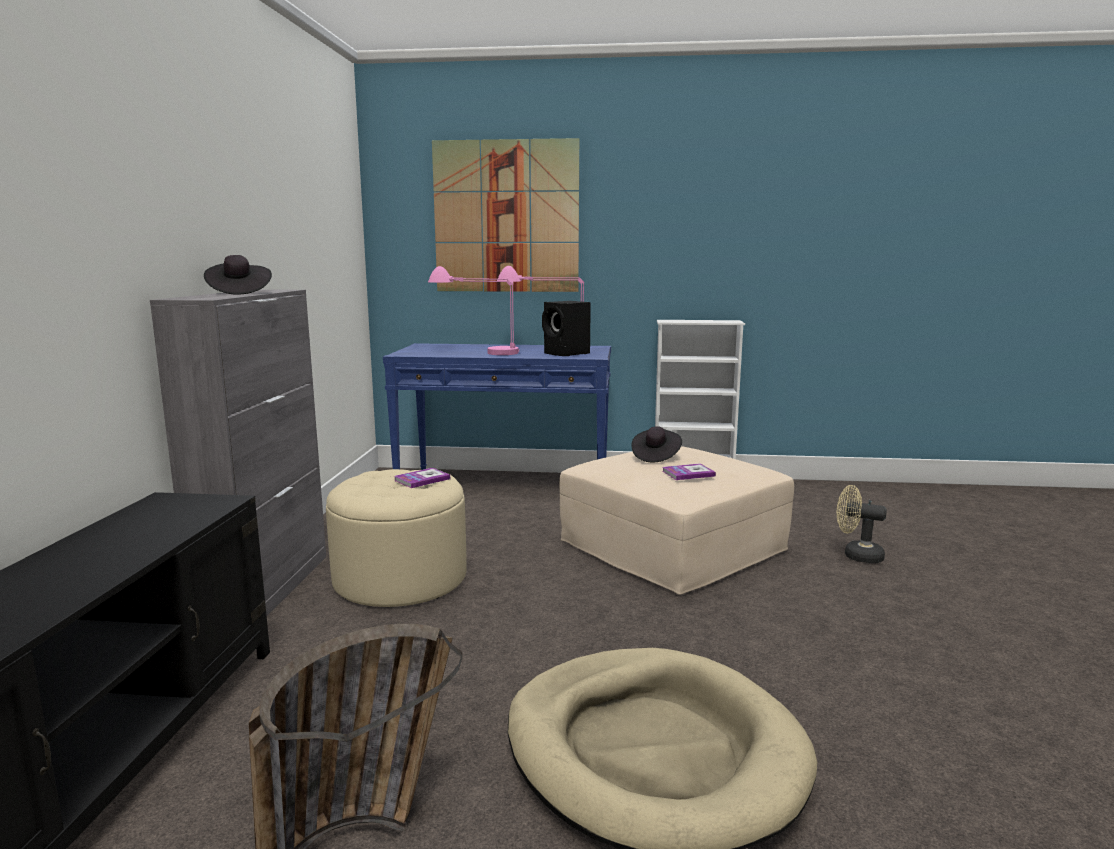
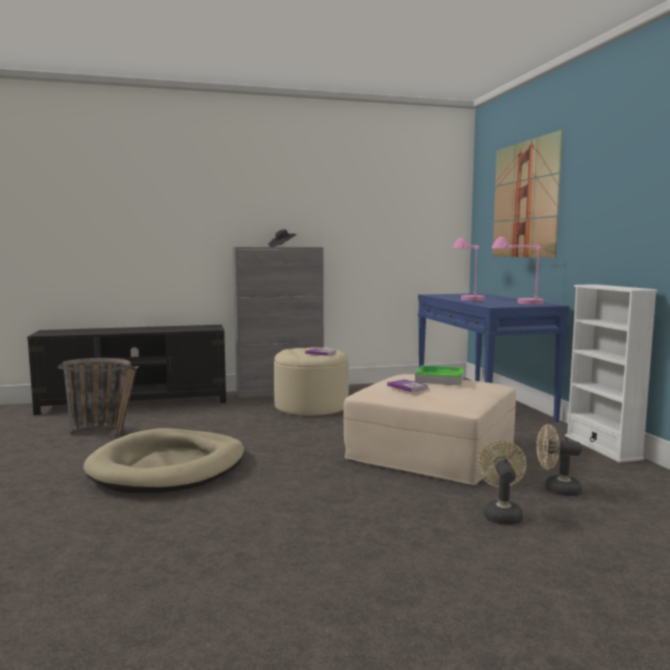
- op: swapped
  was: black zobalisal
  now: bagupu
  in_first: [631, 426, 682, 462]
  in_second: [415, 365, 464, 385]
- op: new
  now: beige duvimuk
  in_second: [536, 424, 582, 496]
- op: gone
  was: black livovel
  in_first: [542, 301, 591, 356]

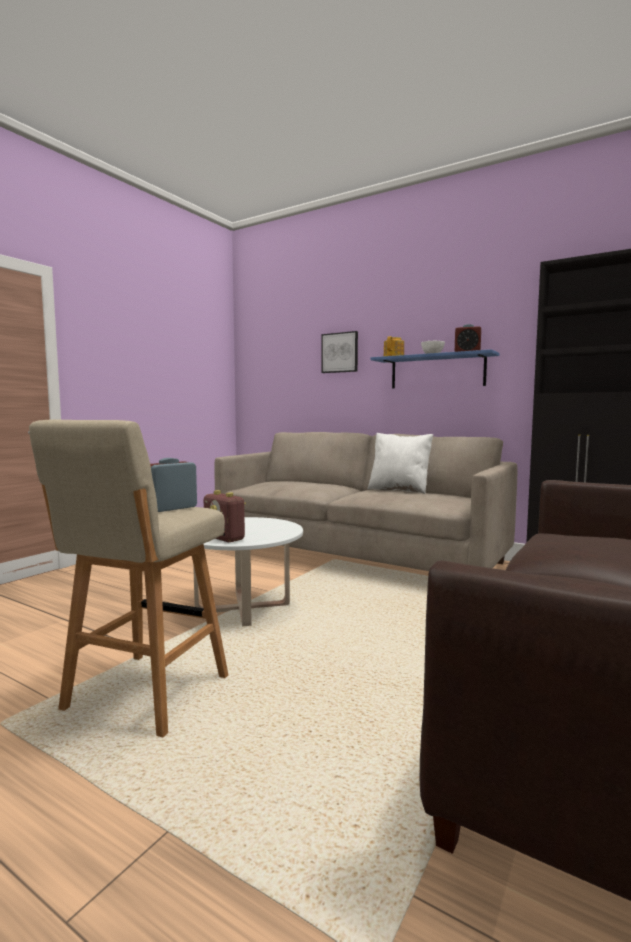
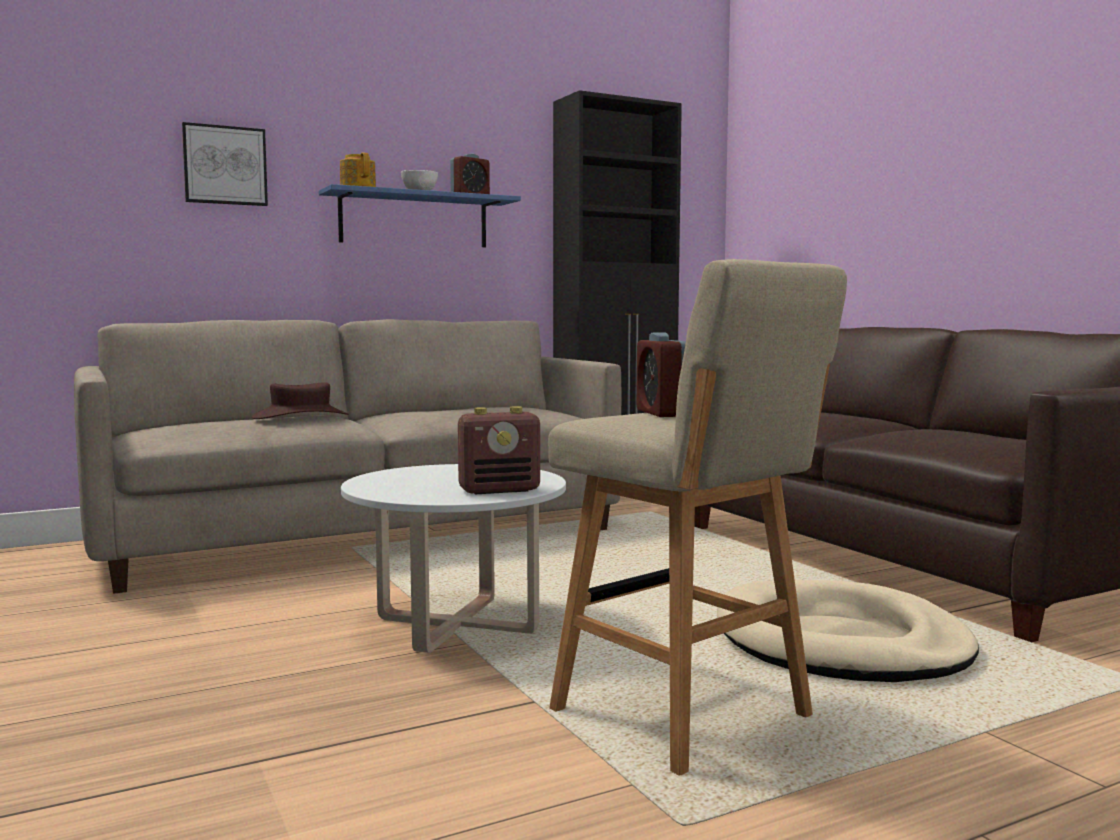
- op: new
  now: brown zobalisal
  in_second: [252, 382, 348, 419]
- op: new
  now: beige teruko
  in_second: [717, 580, 979, 682]
- op: gone
  was: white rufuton
  in_first: [368, 433, 433, 494]

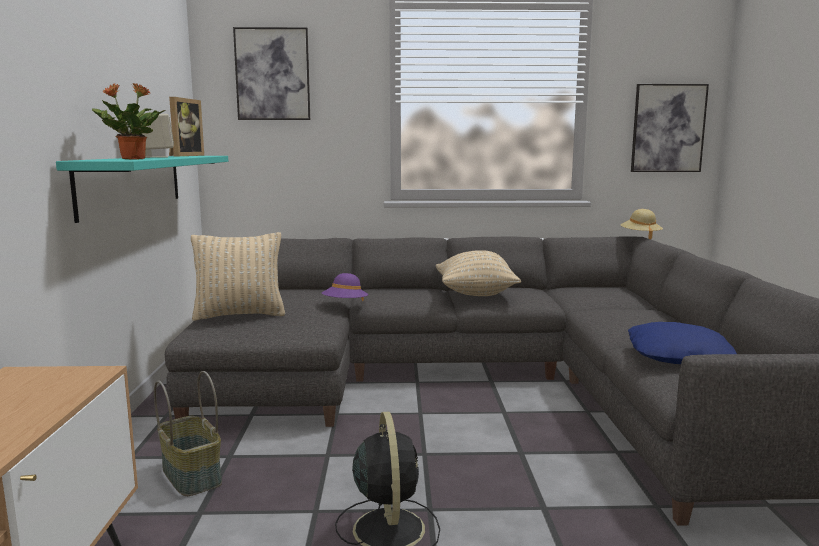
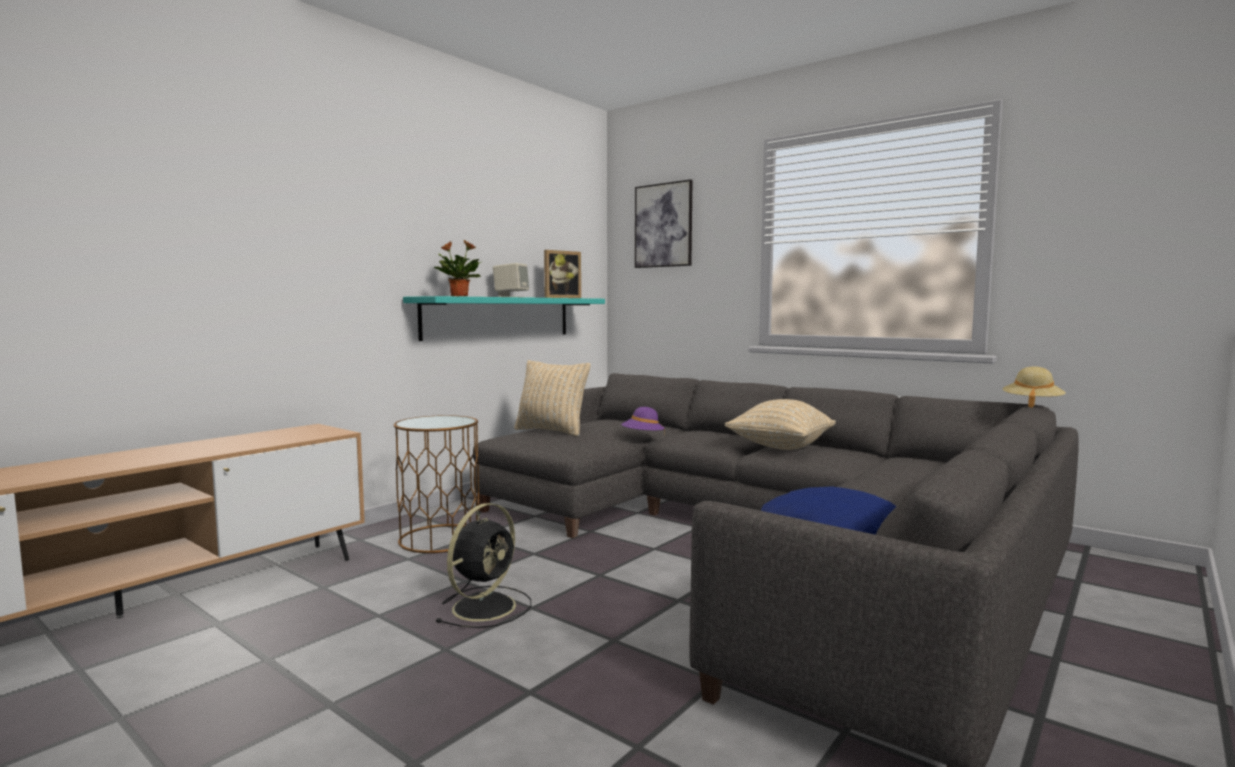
- op: swapped
  was: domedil
  now: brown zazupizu
  in_first: [154, 371, 222, 496]
  in_second: [394, 415, 480, 553]
- op: gone
  was: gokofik
  in_first: [631, 84, 709, 172]

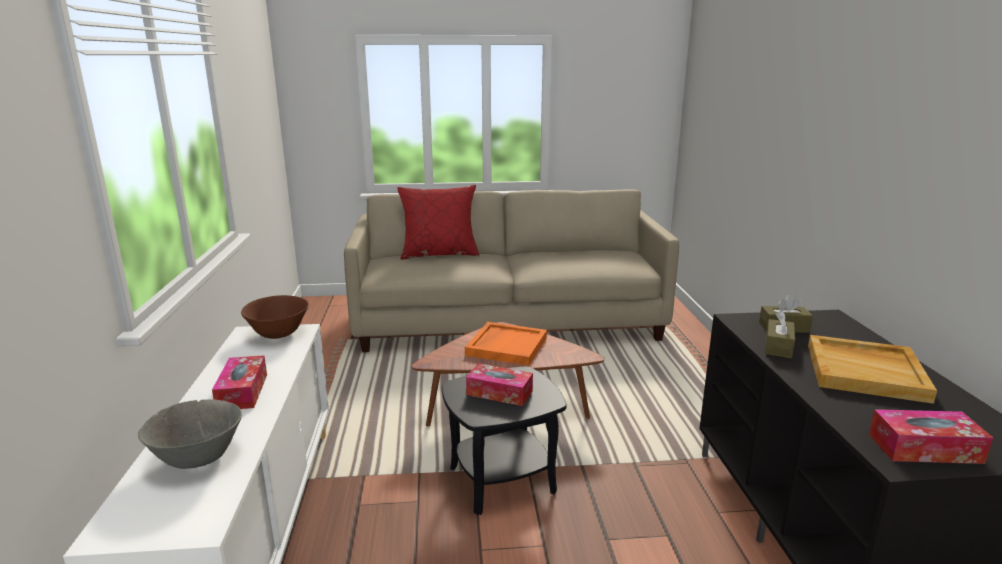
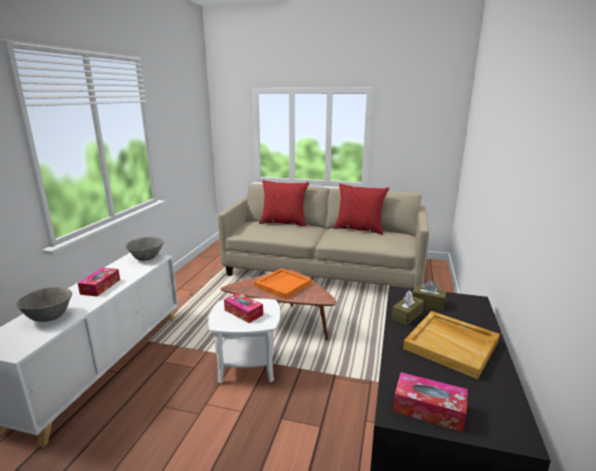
- op: repainted
  was: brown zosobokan
  now: grey zosobokan
  in_first: [241, 295, 309, 339]
  in_second: [126, 237, 164, 261]
- op: repainted
  was: black zazupizu
  now: white zazupizu
  in_first: [442, 367, 566, 515]
  in_second: [208, 298, 281, 384]
- op: new
  now: red rufuton
  in_second: [333, 183, 389, 235]

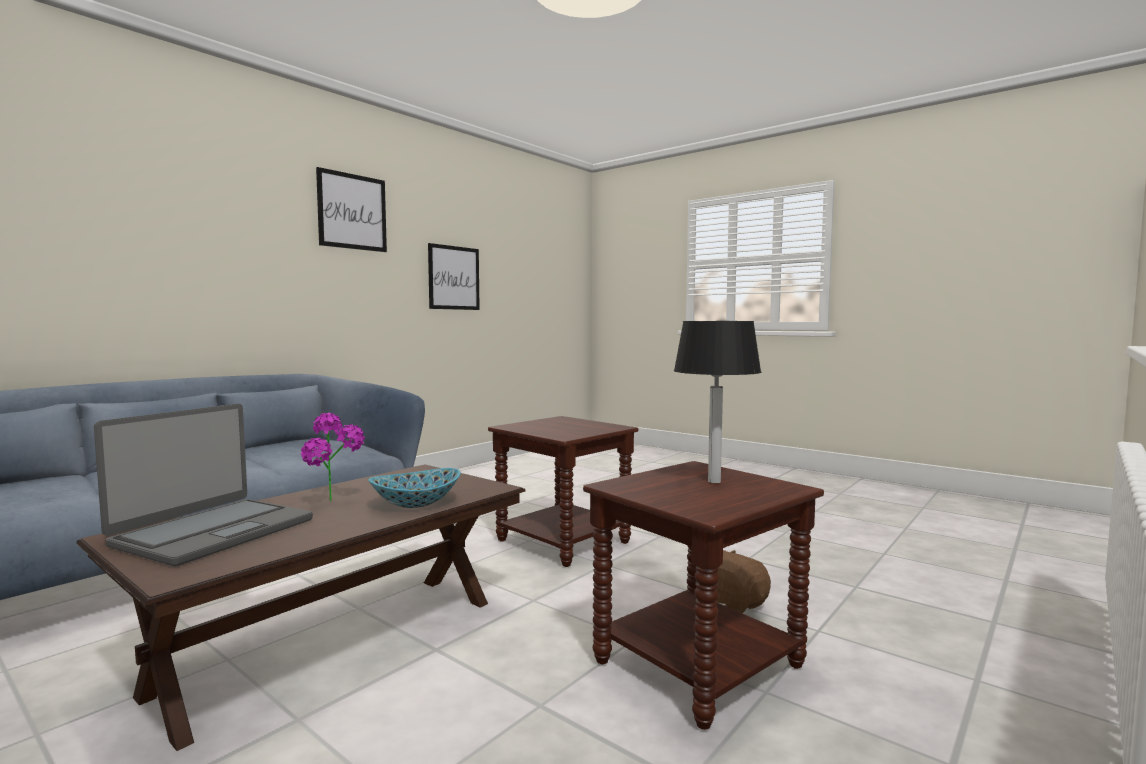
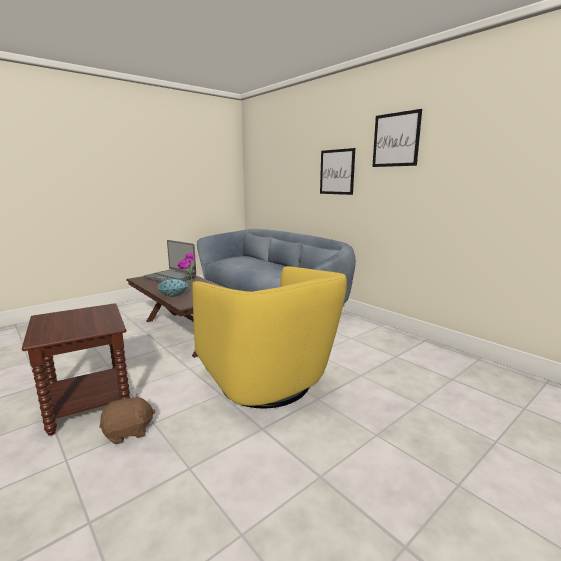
- op: swapped
  was: brown zazupizu
  now: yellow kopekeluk
  in_first: [488, 416, 638, 567]
  in_second: [192, 266, 347, 408]
- op: shifted
  was: gokofik
  in_first: [428, 243, 480, 310]
  in_second: [320, 148, 355, 195]
- op: gone
  was: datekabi
  in_first: [674, 321, 761, 483]

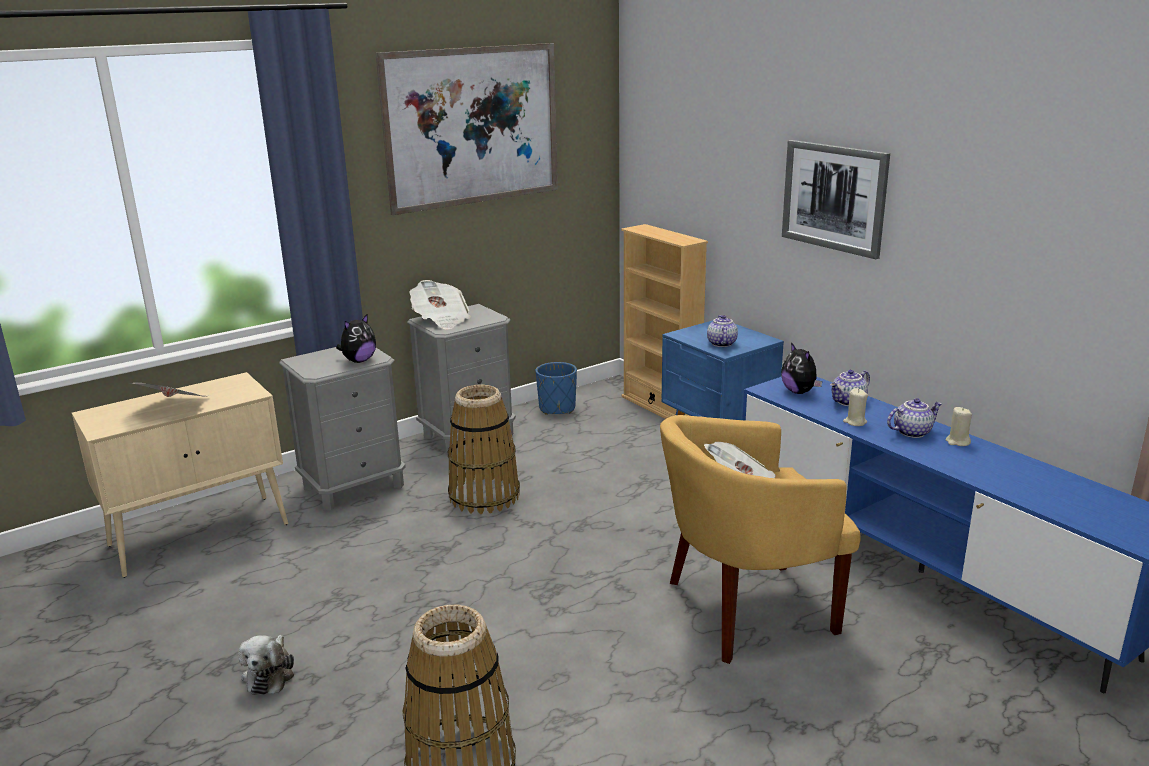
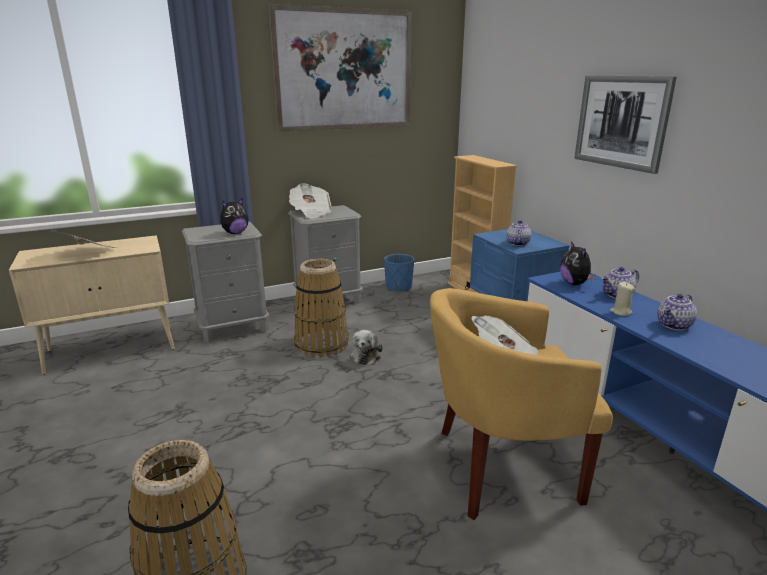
- op: shifted
  was: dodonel
  in_first: [238, 635, 294, 695]
  in_second: [351, 330, 383, 365]
- op: rotated
  was: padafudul
  in_first: [887, 398, 942, 438]
  in_second: [657, 294, 697, 330]
  clockwise: 150
- op: gone
  was: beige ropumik
  in_first: [946, 407, 972, 446]

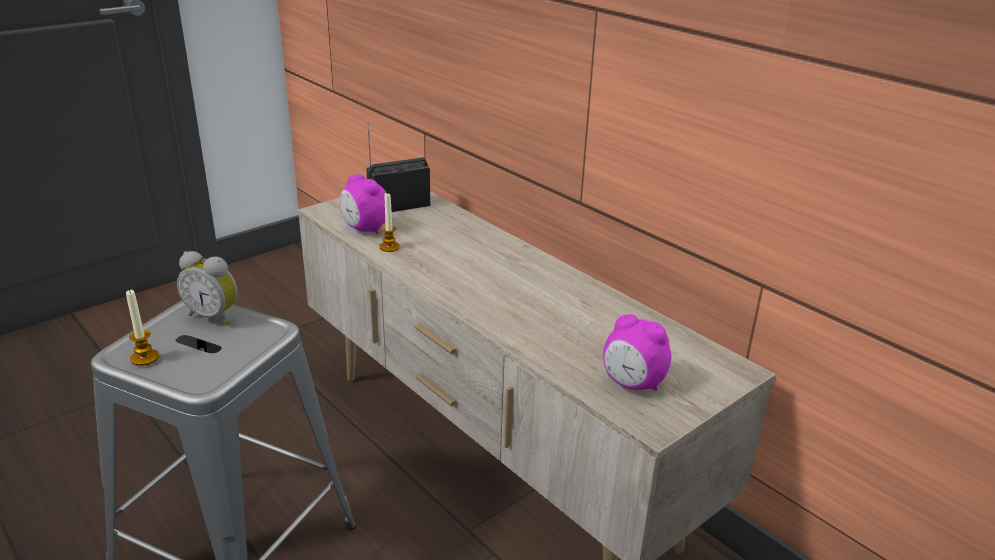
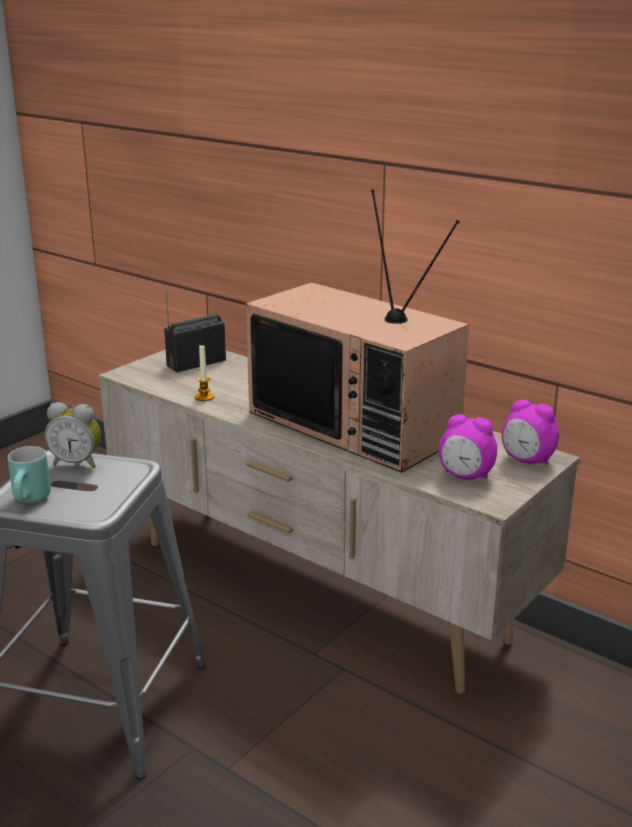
- op: swapped
  was: ropumik
  now: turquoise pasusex
  in_first: [126, 289, 159, 366]
  in_second: [8, 446, 51, 503]
- op: new
  now: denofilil
  in_second: [246, 189, 469, 473]
- op: shifted
  was: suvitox
  in_first: [340, 174, 386, 234]
  in_second: [502, 400, 559, 465]

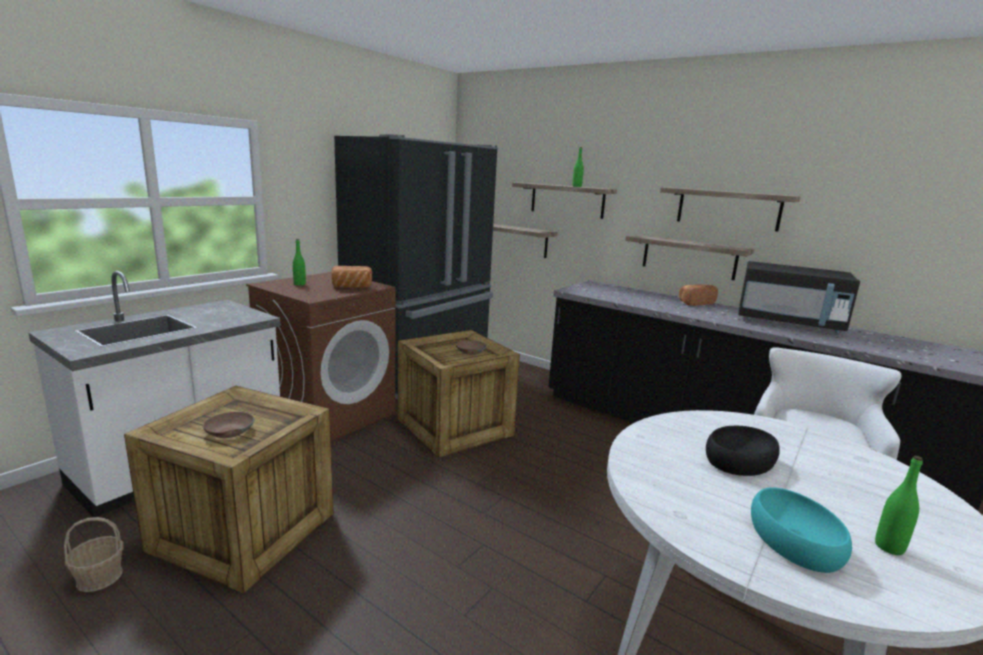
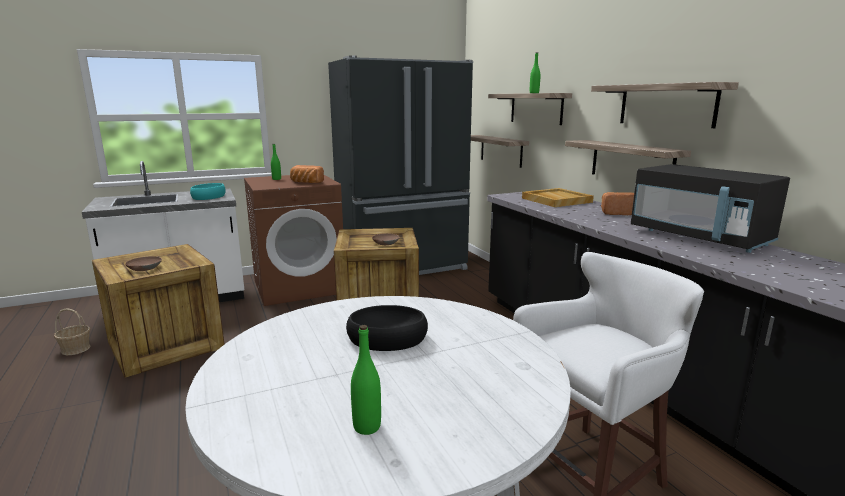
- op: shifted
  was: turquoise zosobokan
  in_first: [751, 487, 852, 573]
  in_second: [190, 183, 226, 200]
- op: new
  now: beige bagupu
  in_second: [522, 188, 594, 207]

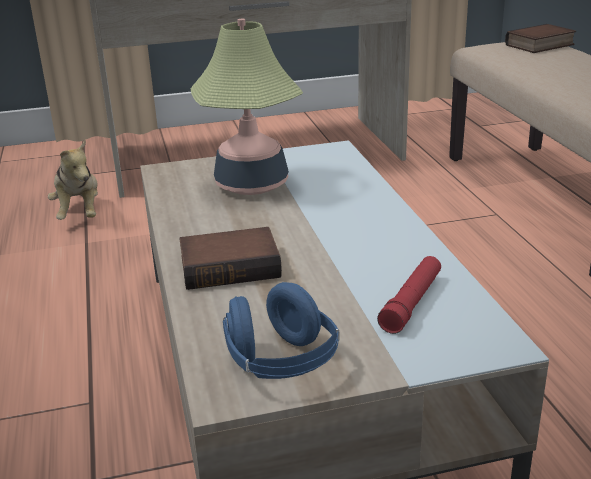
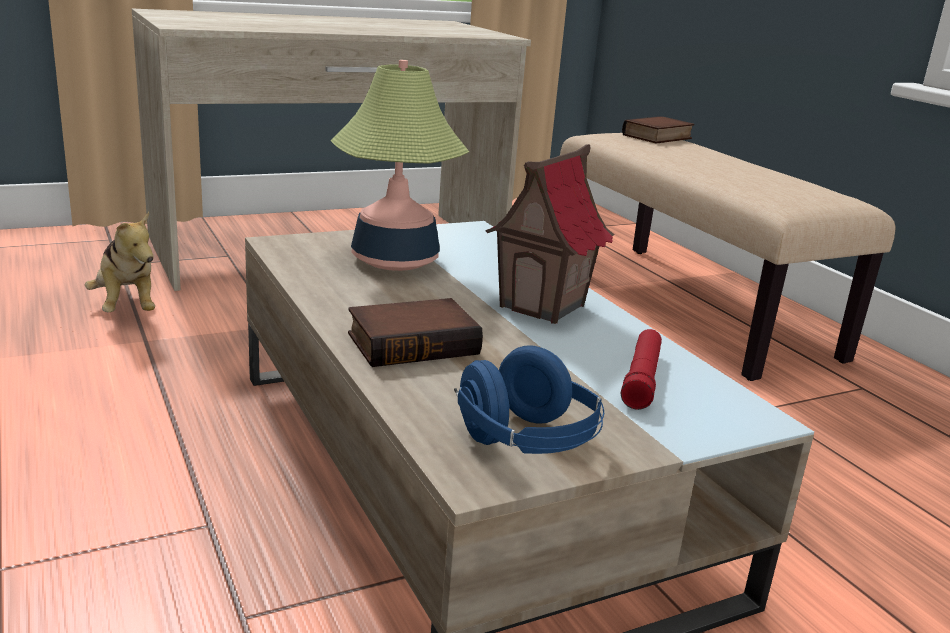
- op: new
  now: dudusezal
  in_second: [485, 144, 614, 324]

